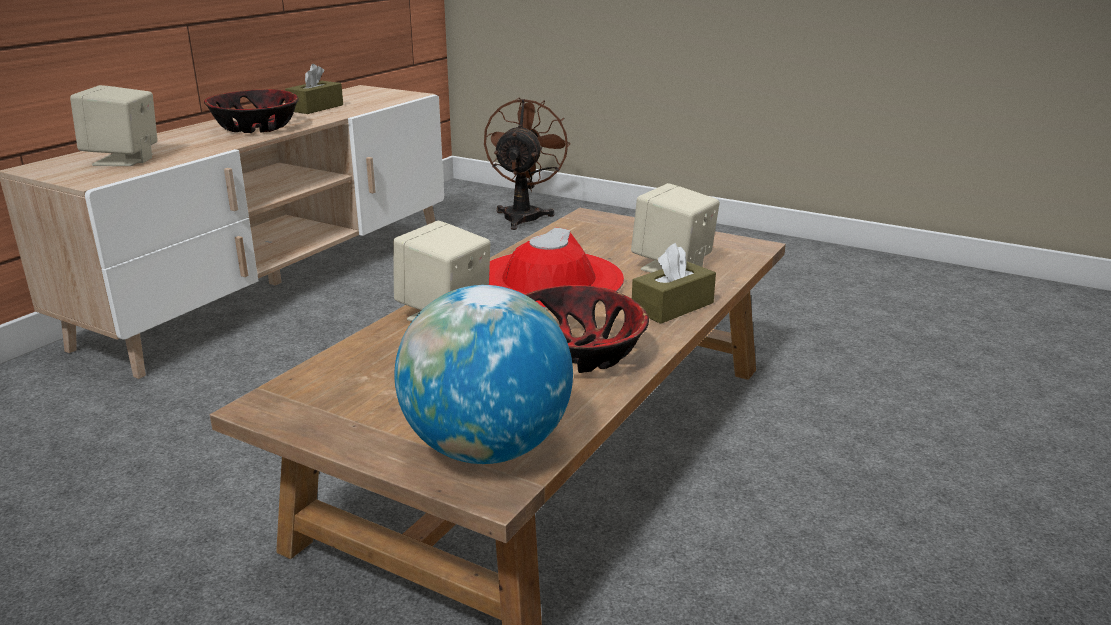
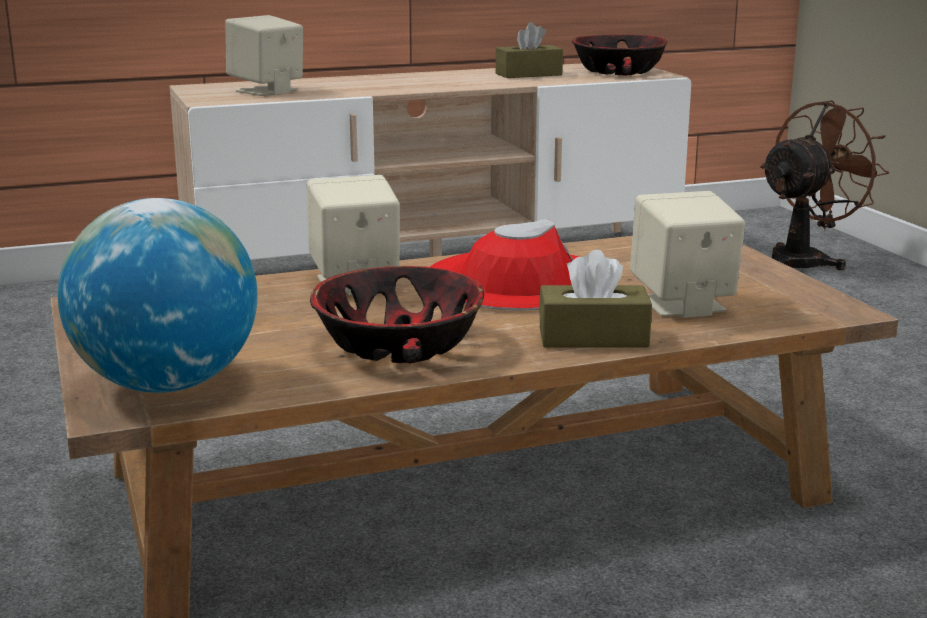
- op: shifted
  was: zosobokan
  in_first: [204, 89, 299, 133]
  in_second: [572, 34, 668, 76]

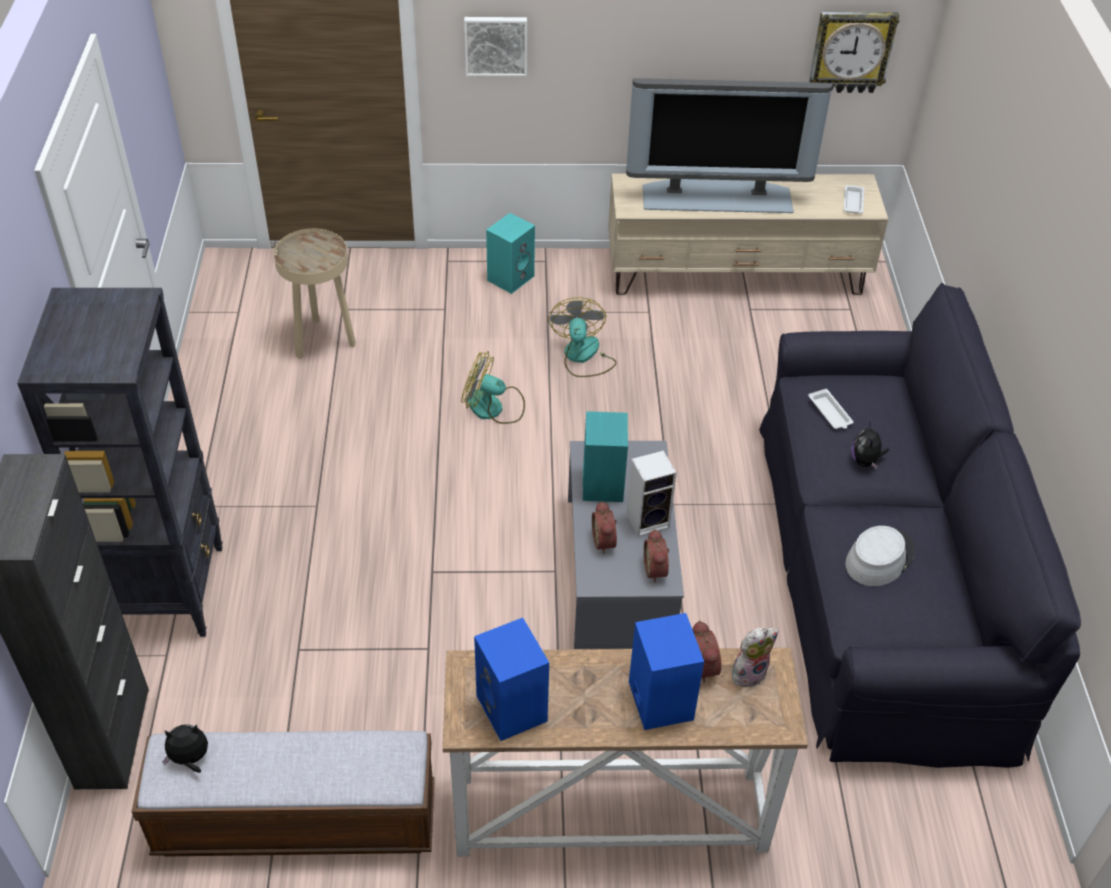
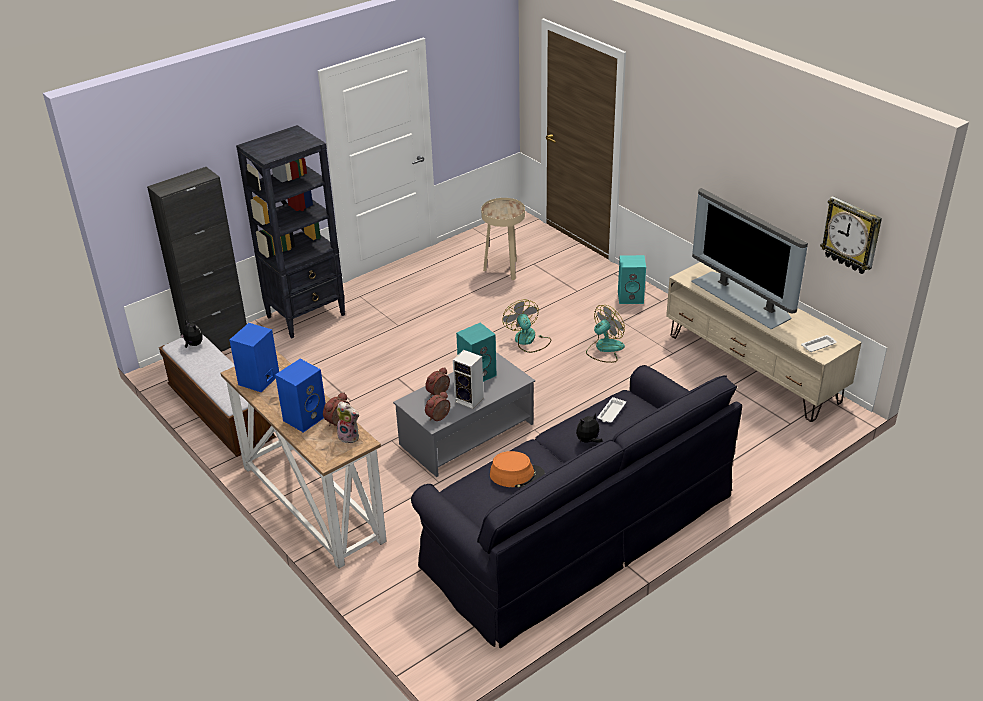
- op: repainted
  was: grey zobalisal
  now: orange zobalisal
  in_first: [845, 526, 915, 586]
  in_second: [490, 451, 545, 488]
- op: gone
  was: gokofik
  in_first: [464, 17, 527, 77]

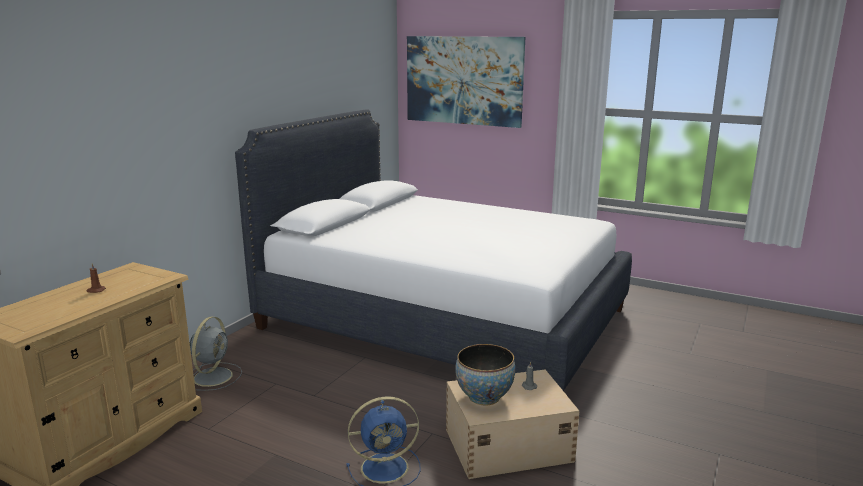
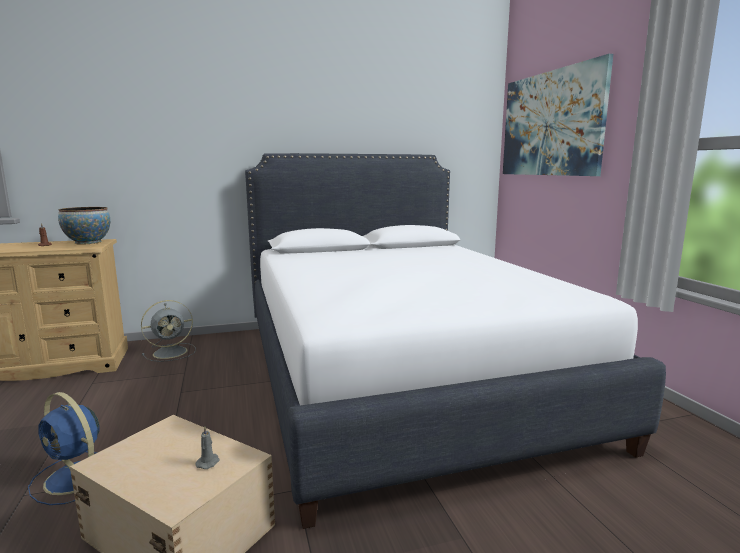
- op: shifted
  was: zosobokan
  in_first: [455, 344, 515, 405]
  in_second: [58, 207, 110, 245]

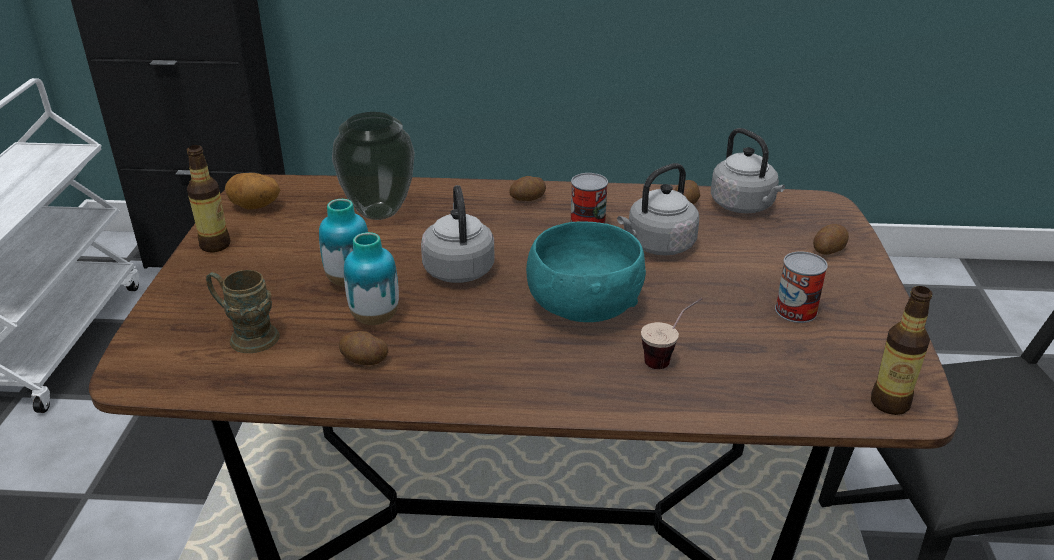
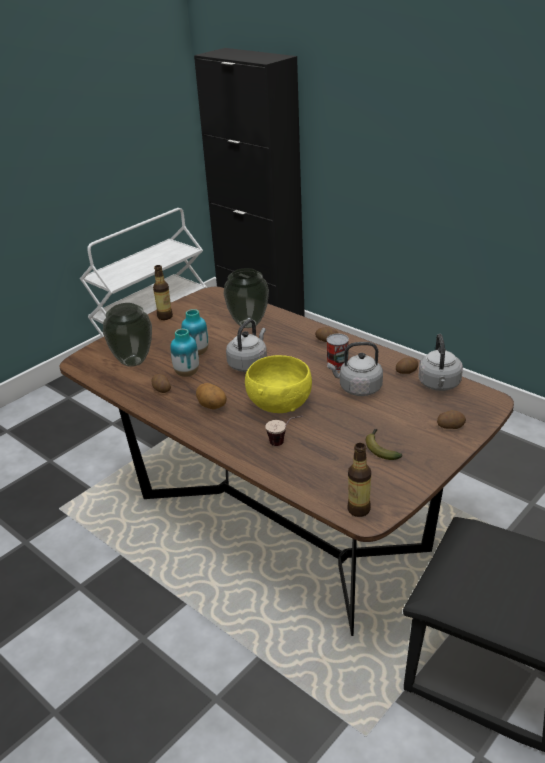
- op: swapped
  was: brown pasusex
  now: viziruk
  in_first: [206, 270, 280, 353]
  in_second: [103, 303, 152, 367]
- op: shifted
  was: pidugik
  in_first: [225, 173, 280, 209]
  in_second: [196, 383, 227, 409]
- op: repainted
  was: turquoise zosobokan
  now: yellow zosobokan
  in_first: [526, 221, 646, 322]
  in_second: [245, 355, 312, 413]
- op: swapped
  was: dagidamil
  now: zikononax
  in_first: [775, 251, 828, 323]
  in_second: [366, 429, 403, 460]

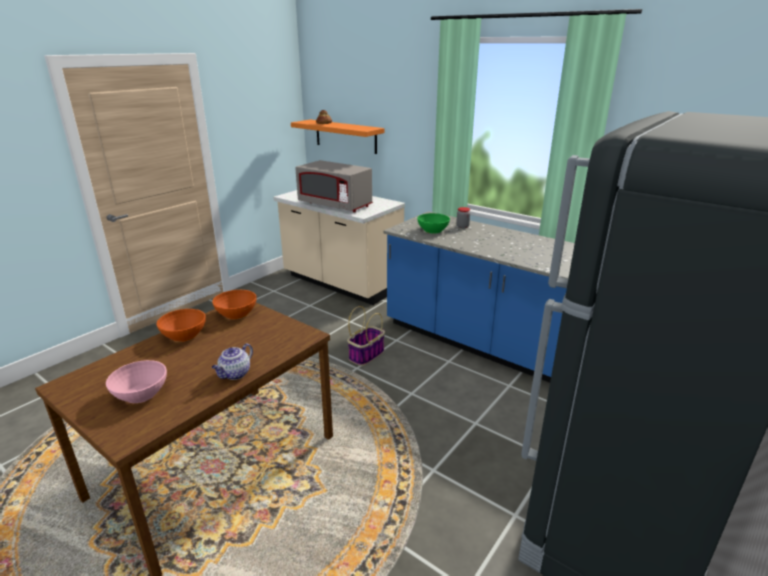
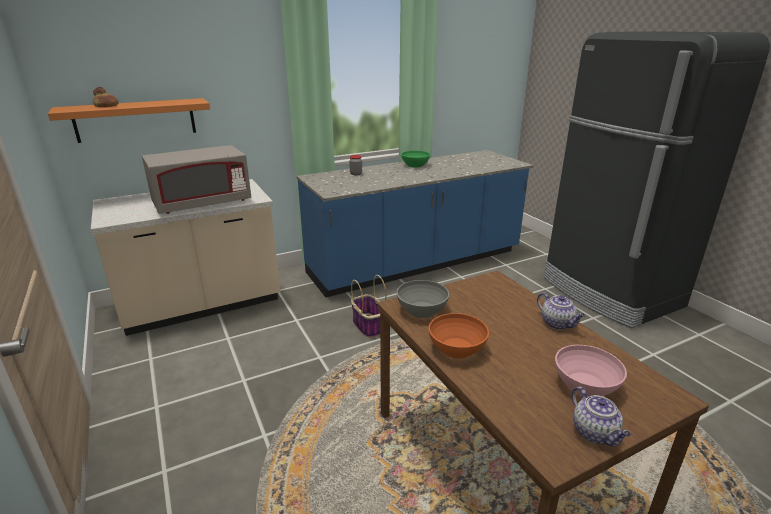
- op: repainted
  was: orange zosobokan
  now: grey zosobokan
  in_first: [212, 290, 257, 319]
  in_second: [397, 280, 449, 318]
- op: shifted
  was: green zosobokan
  in_first: [417, 213, 450, 233]
  in_second: [401, 151, 430, 167]
- op: new
  now: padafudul
  in_second: [572, 387, 631, 447]

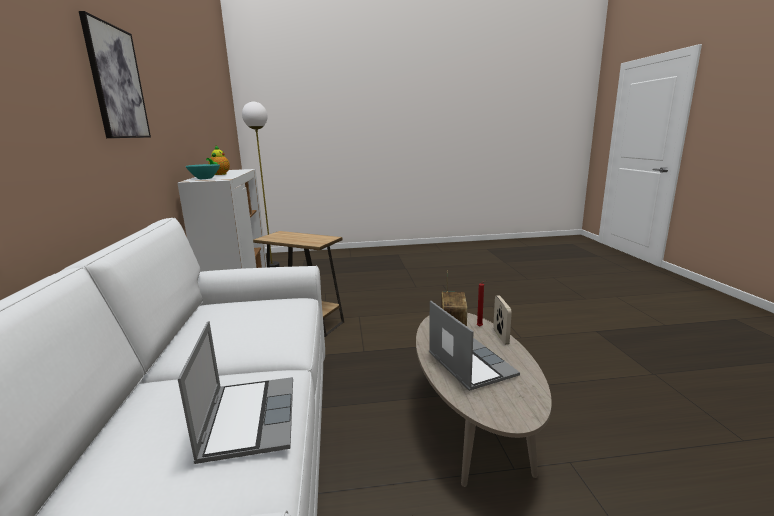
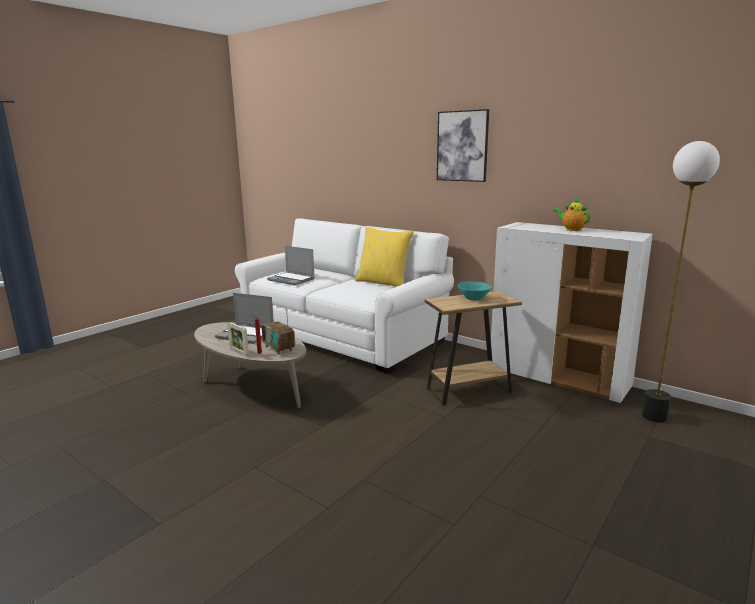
- op: new
  now: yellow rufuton
  in_second: [355, 227, 414, 287]
- op: shifted
  was: turquoise zosobokan
  in_first: [186, 164, 220, 179]
  in_second: [458, 282, 492, 300]

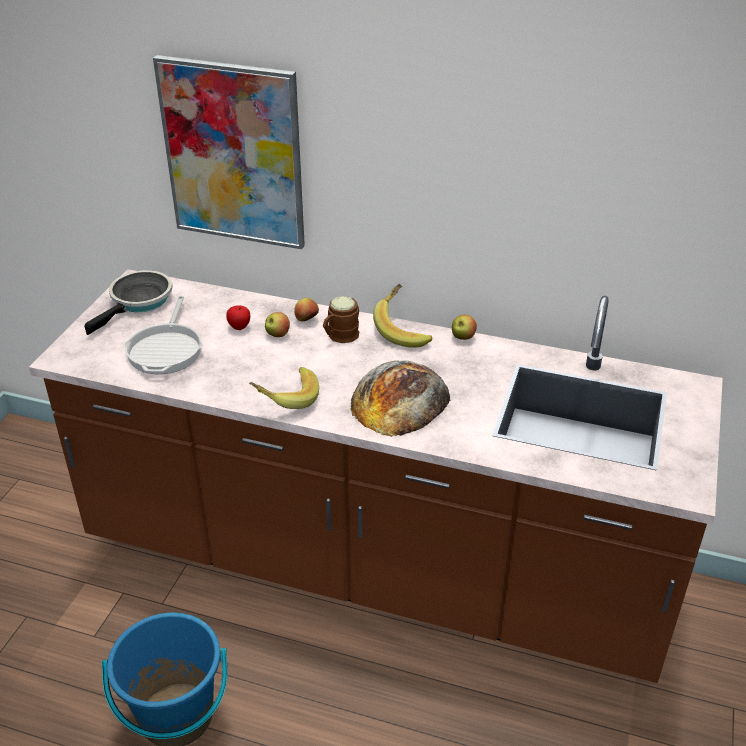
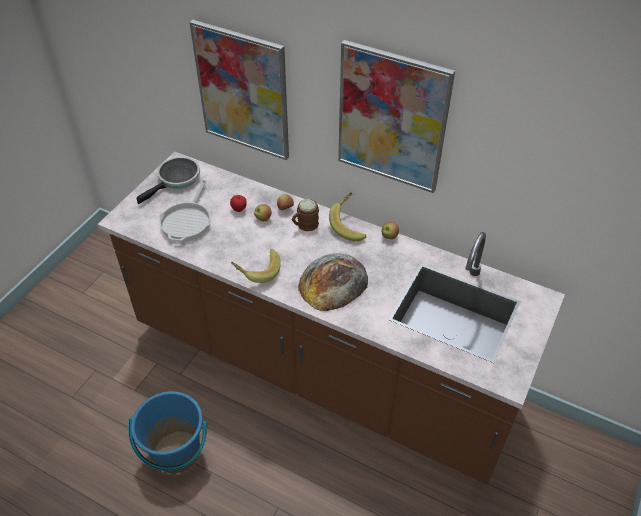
- op: new
  now: gokofik
  in_second: [338, 40, 455, 193]

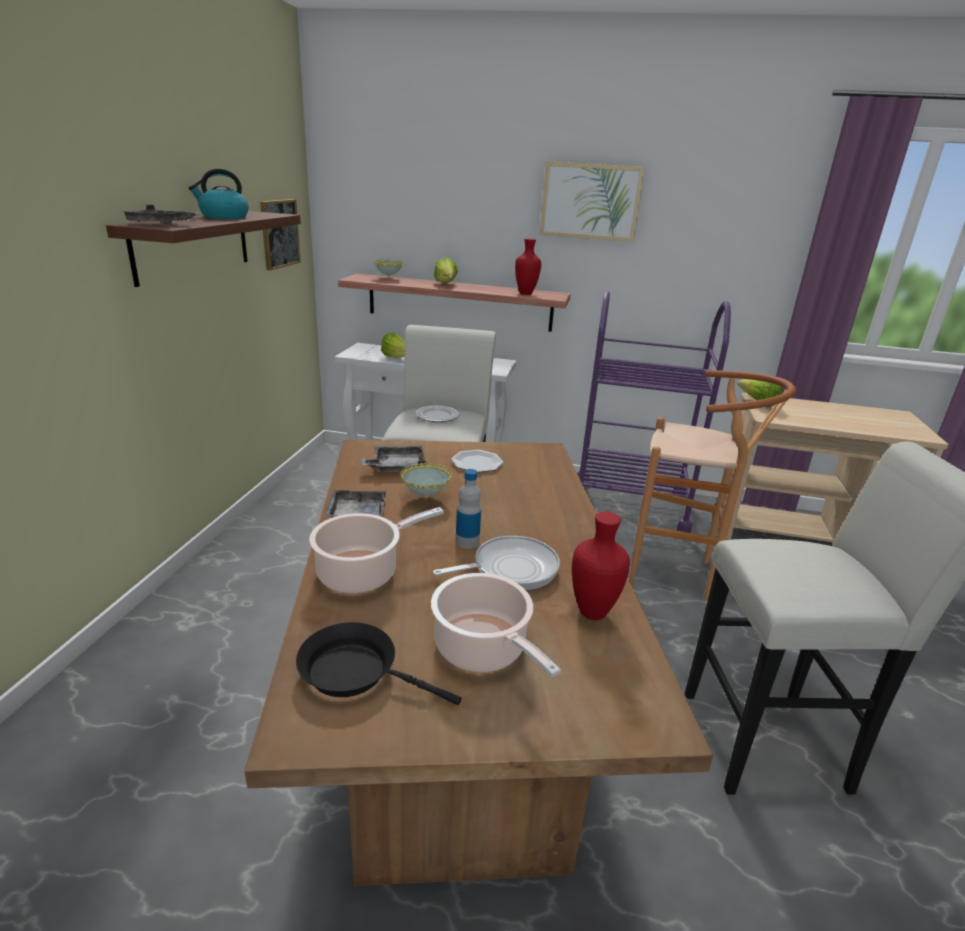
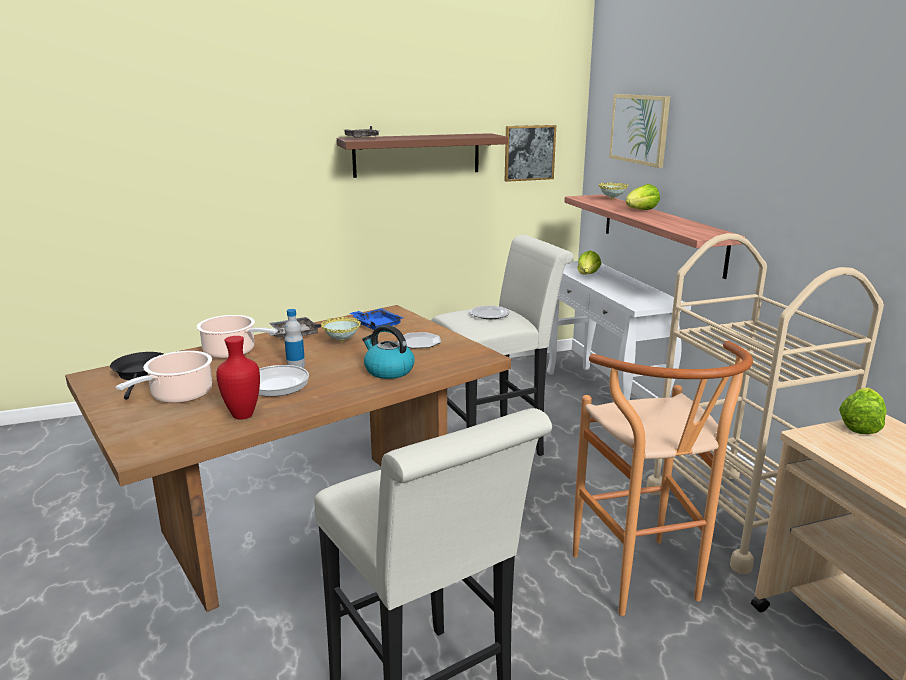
- op: repainted
  was: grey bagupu
  now: blue bagupu
  in_first: [362, 446, 426, 472]
  in_second: [349, 308, 403, 330]
- op: shifted
  was: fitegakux
  in_first: [188, 169, 248, 219]
  in_second: [362, 325, 414, 379]
- op: shifted
  was: gokofik
  in_first: [540, 161, 645, 242]
  in_second: [609, 94, 670, 168]
- op: repainted
  was: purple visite
  now: beige visite
  in_first: [577, 291, 731, 533]
  in_second: [646, 233, 884, 574]
- op: gone
  was: red viziruk
  in_first: [515, 238, 541, 295]

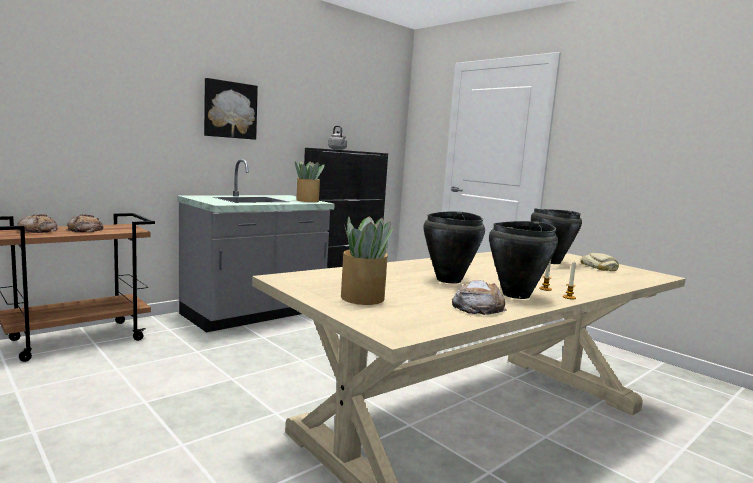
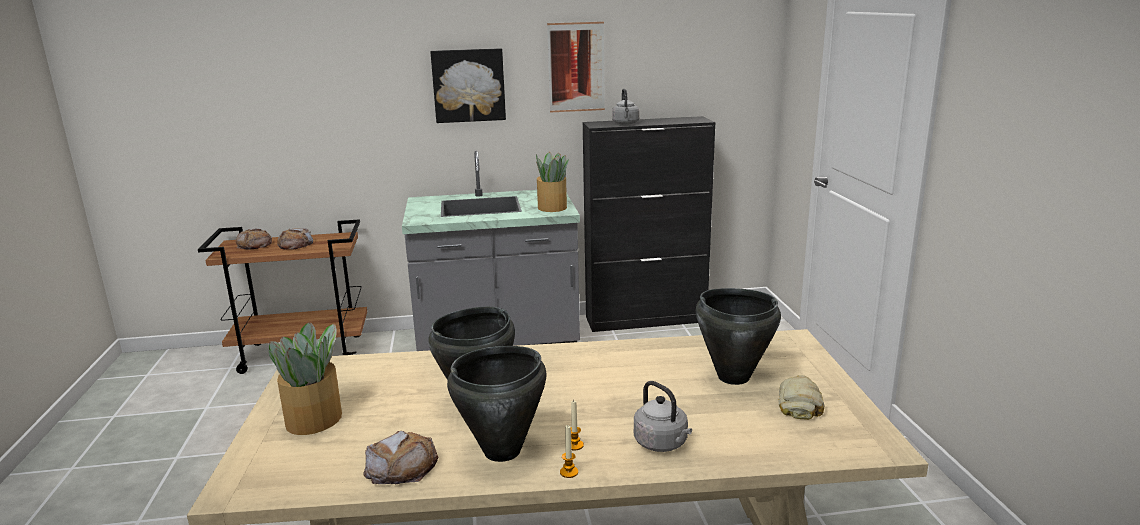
- op: new
  now: gokofik
  in_second: [547, 22, 605, 113]
- op: new
  now: grey fitegakux
  in_second: [634, 381, 692, 452]

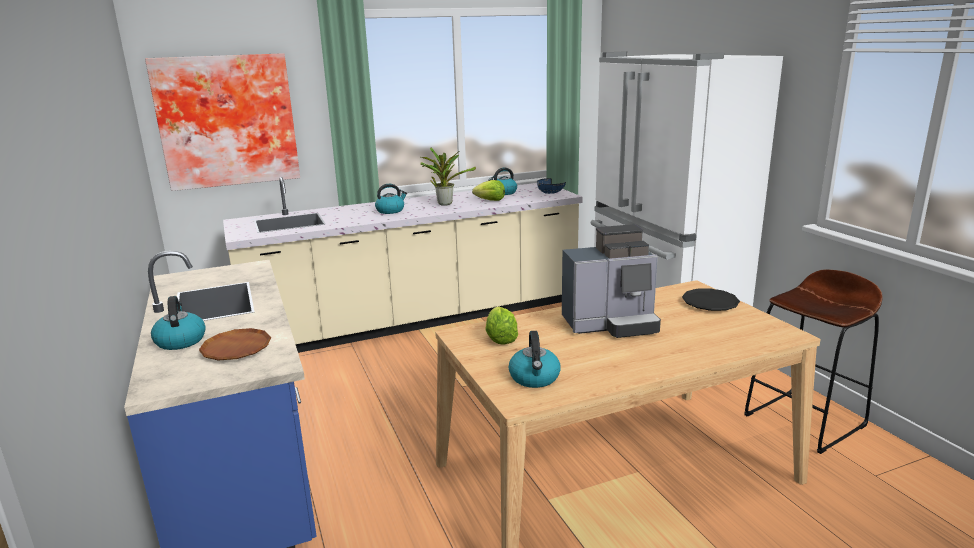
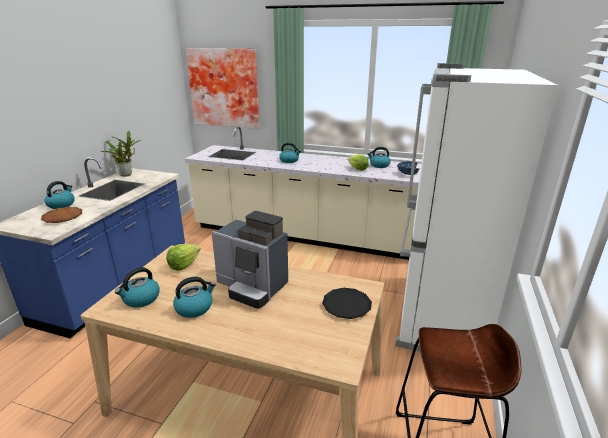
- op: shifted
  was: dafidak
  in_first: [421, 148, 476, 206]
  in_second: [100, 131, 141, 177]
- op: new
  now: fitegakux
  in_second: [173, 277, 216, 318]

